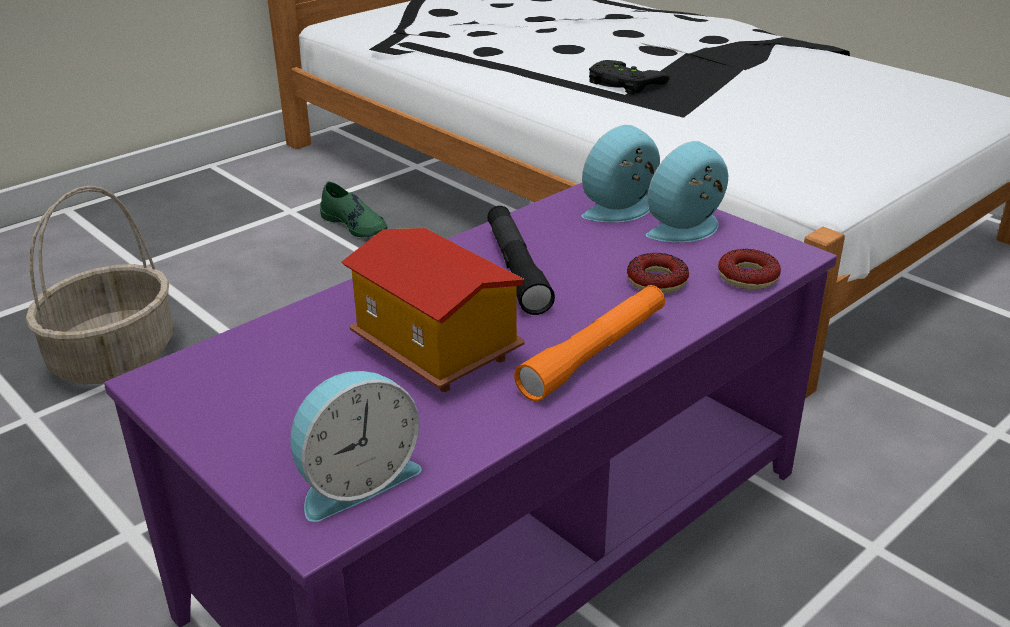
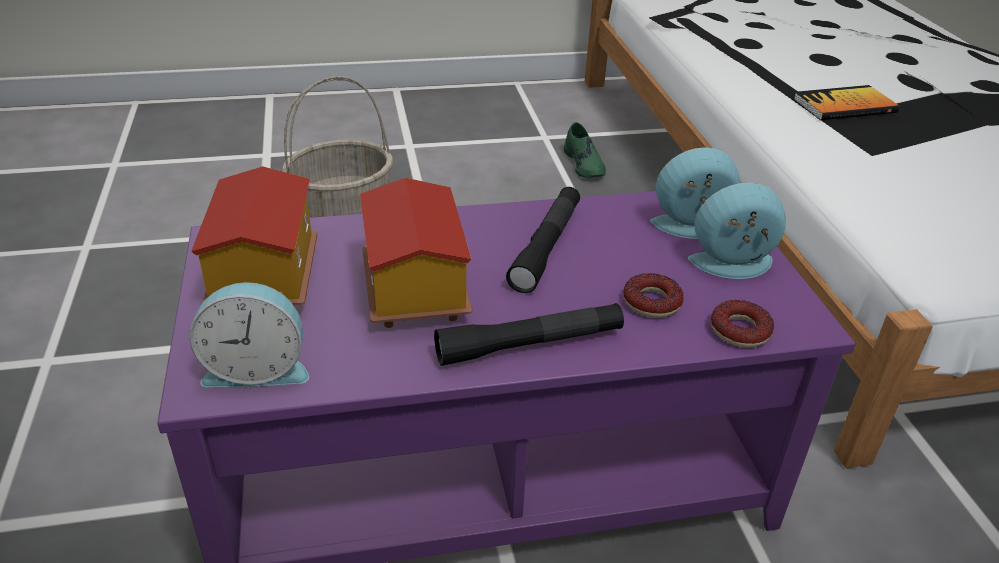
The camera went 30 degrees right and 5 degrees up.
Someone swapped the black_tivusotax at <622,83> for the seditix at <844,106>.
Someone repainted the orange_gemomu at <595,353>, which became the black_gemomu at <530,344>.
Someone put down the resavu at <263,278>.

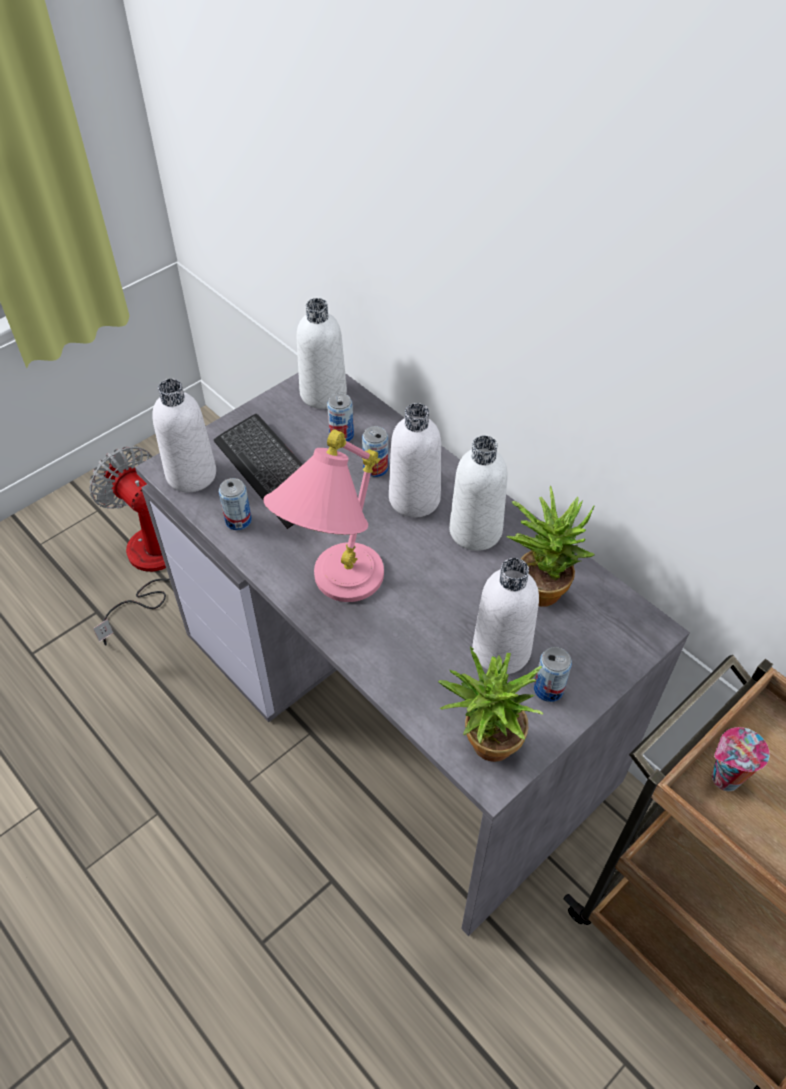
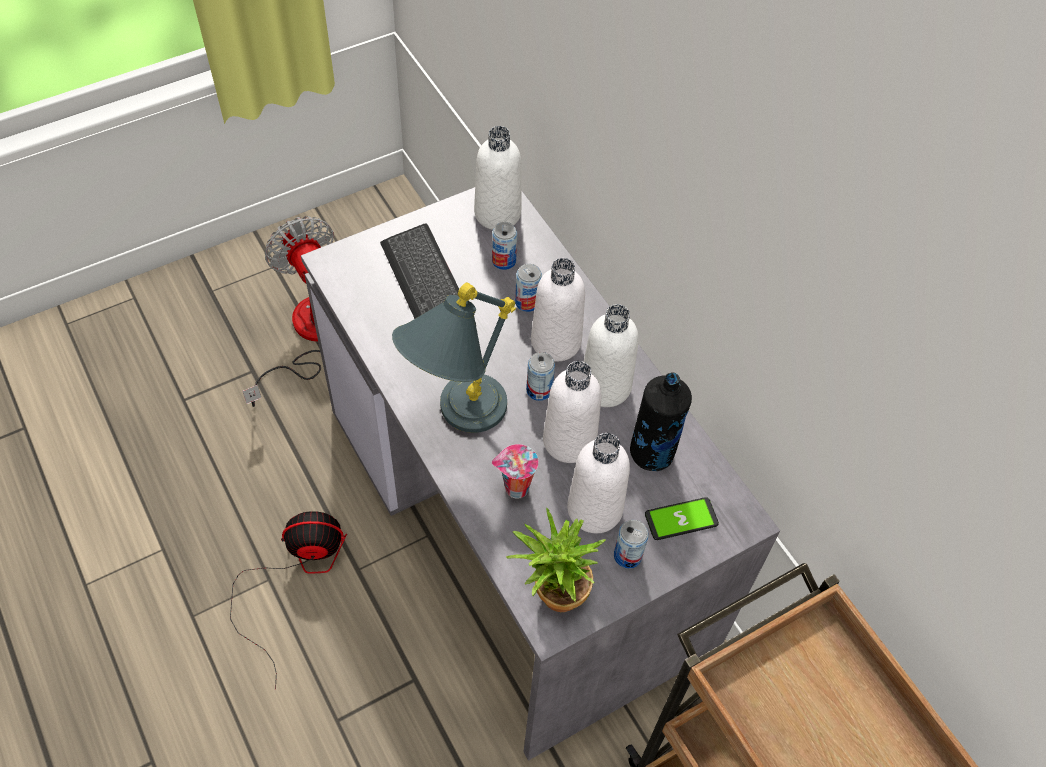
The camera went 10 degrees right and 5 degrees up.
Someone carried the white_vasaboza from <191,474> to <569,441>.
Someone repainted the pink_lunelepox at <334,592>, which became the grey_lunelepox at <455,420>.
Someone carried the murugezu from <238,520> to <539,390>.
Someone swapped the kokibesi at <541,584> for the black_vasaboza at <652,453>.
Someone carried the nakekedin from <724,779> to <515,489>.
Someone put down the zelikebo at <681,519>.
Someone put down the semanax at <295,576>.

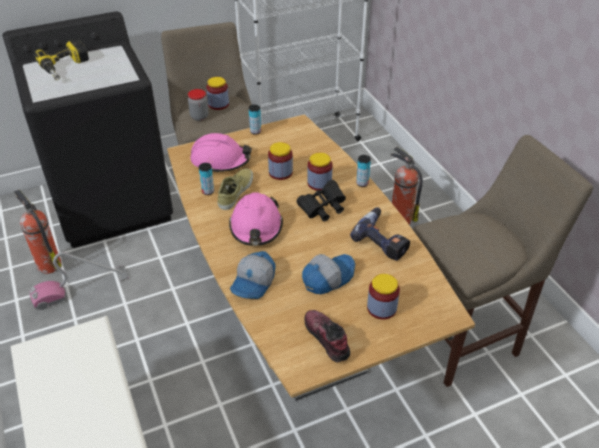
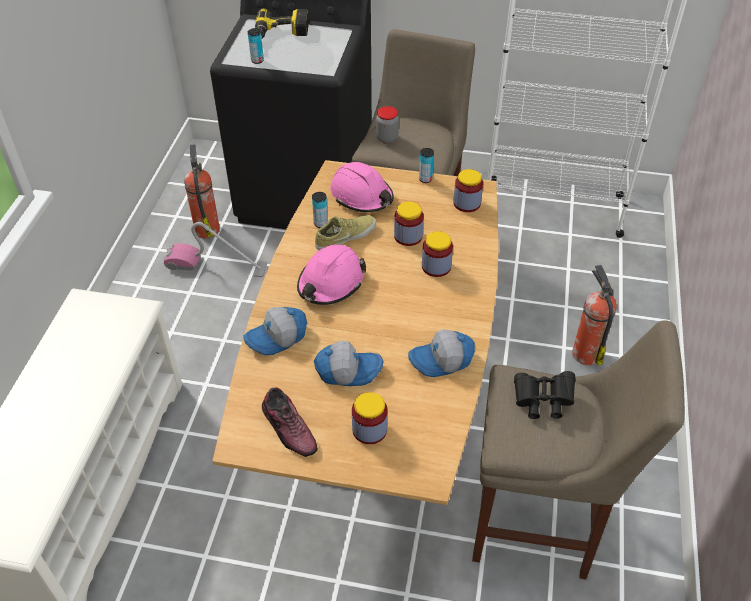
The camera went 35 degrees right and 5 degrees up.
Someone carried the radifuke from <218,104> to <467,203>.
Someone carried the murugezu from <362,183> to <257,60>.
Someone carried the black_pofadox from <323,209> to <542,401>.
Someone swapped the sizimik at <383,239> for the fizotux at <441,361>.
Someone rotated the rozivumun at <326,339> by 135 degrees clockwise.

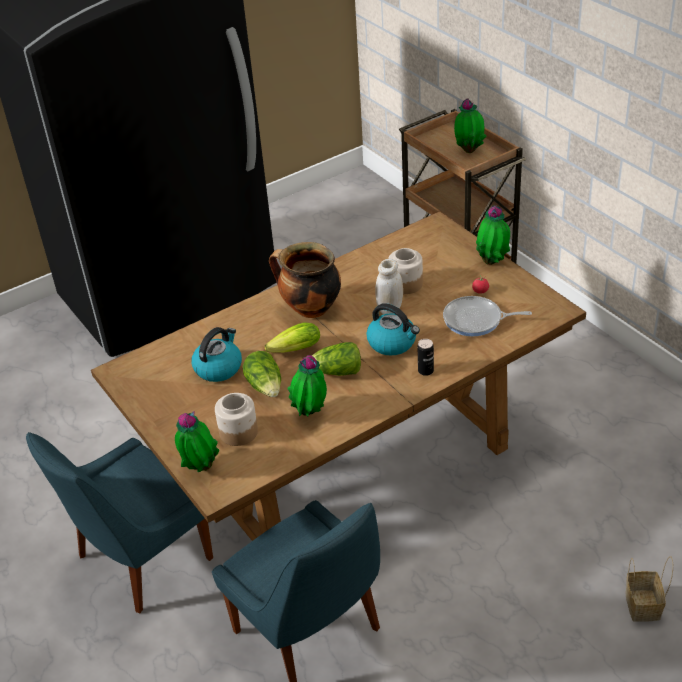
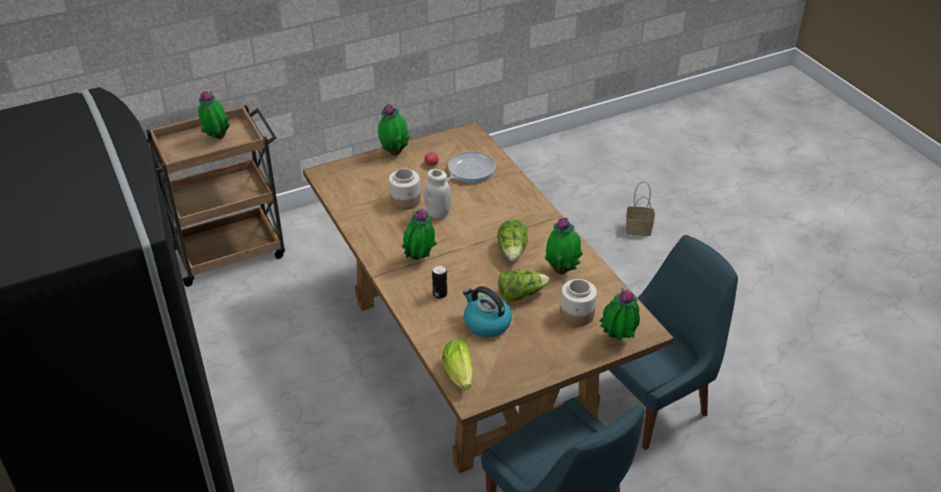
The camera went 85 degrees left and 0 degrees up.
Someone swapped the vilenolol at <310,309> for the kokibesi at <419,259>.
Someone rotated the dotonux at <476,320> by 150 degrees counterclockwise.
Someone took away the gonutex at <392,343>.
Someone carried the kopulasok from <293,350> to <459,375>.
Someone carried the murugezu from <425,371> to <440,294>.

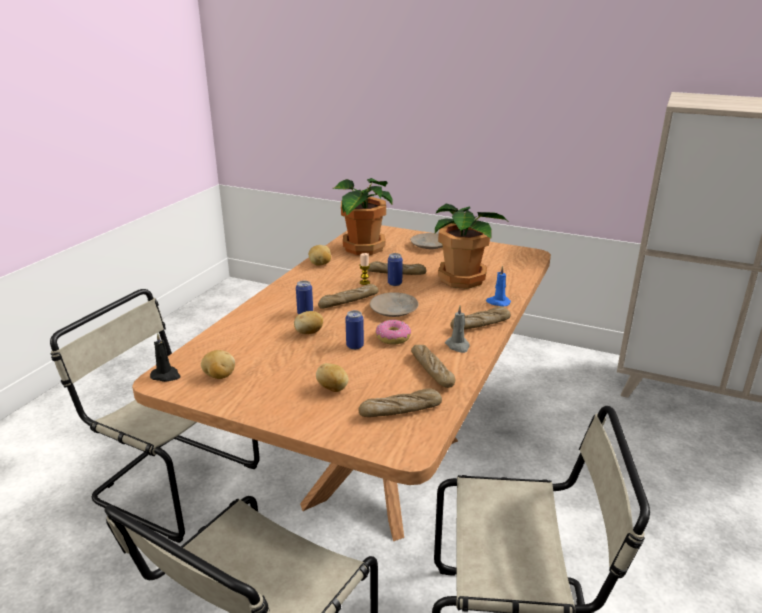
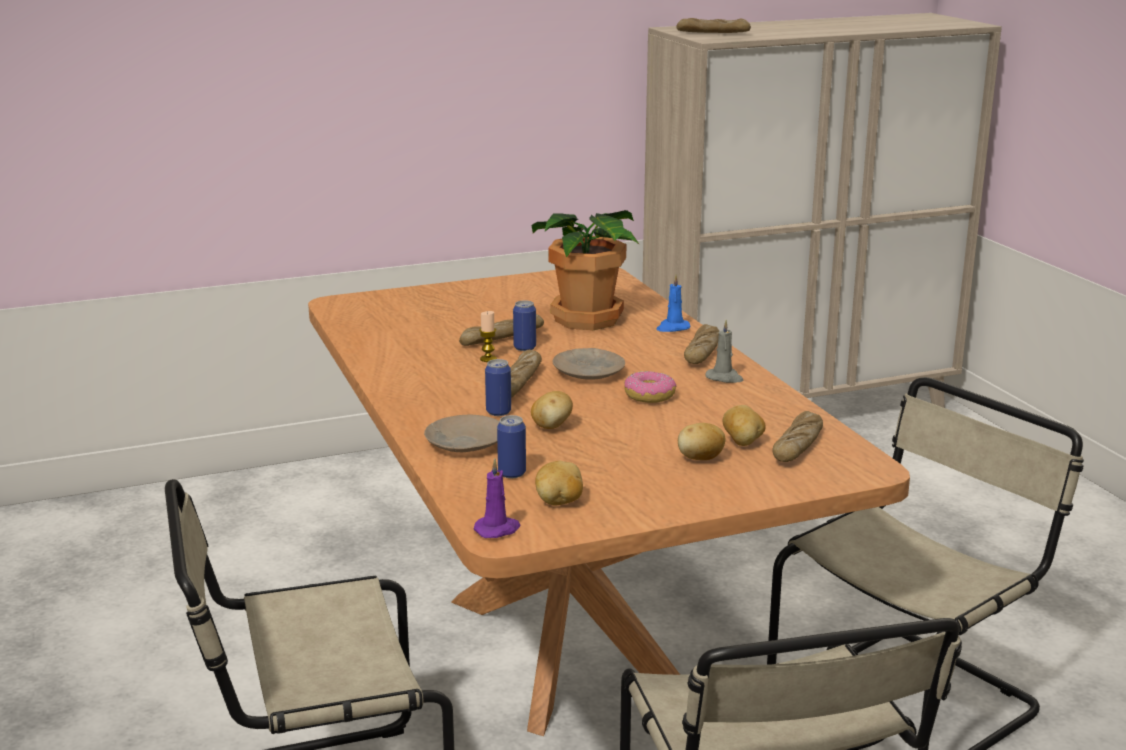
The camera went 45 degrees left and 5 degrees down.
Someone took away the kokibesi at <362,248>.
Someone carried the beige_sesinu from <429,245> to <465,443>.
Someone carried the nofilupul from <320,264> to <743,442>.
Someone carried the murugezu from <355,346> to <512,473>.
Someone repainted the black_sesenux at <166,376>, which became the purple_sesenux at <498,529>.
Someone carried the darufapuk from <432,371> to <713,33>.

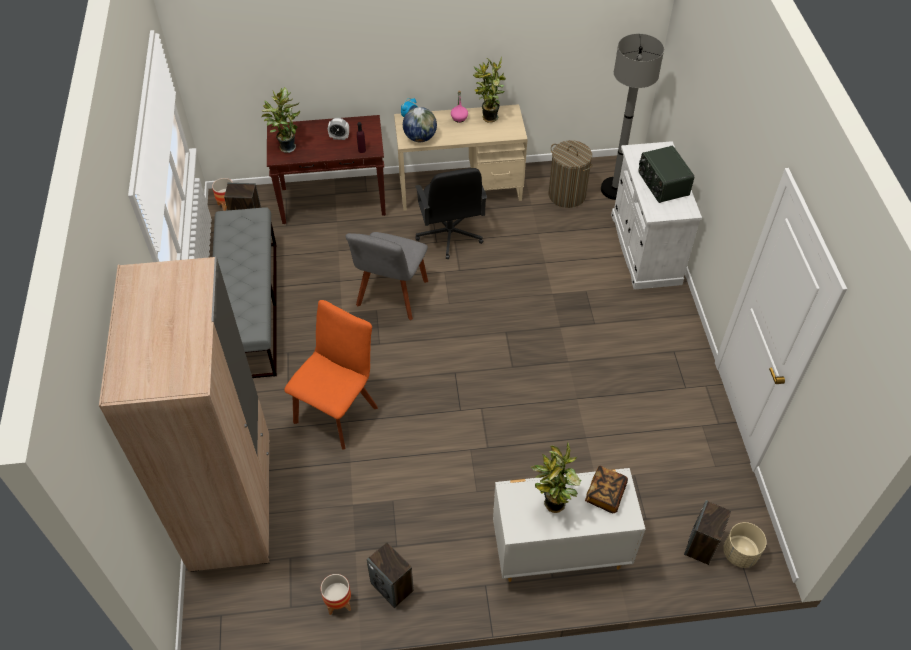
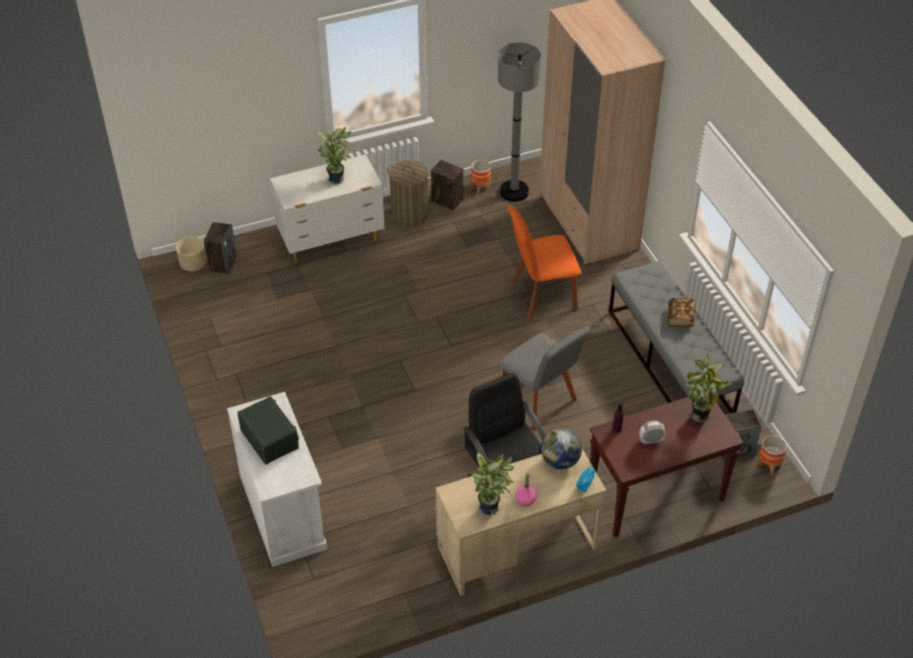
The camera went 165 degrees right and 5 degrees down.
Someone carried the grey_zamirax from <615,189> to <514,192>.
Someone carried the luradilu from <567,195> to <410,214>.
Someone rotated the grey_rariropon at <391,296> by 135 degrees clockwise.
Someone rotated the orange_rariropon at <337,411> by 60 degrees clockwise.
Someone carried the seditix from <605,494> to <680,318>.

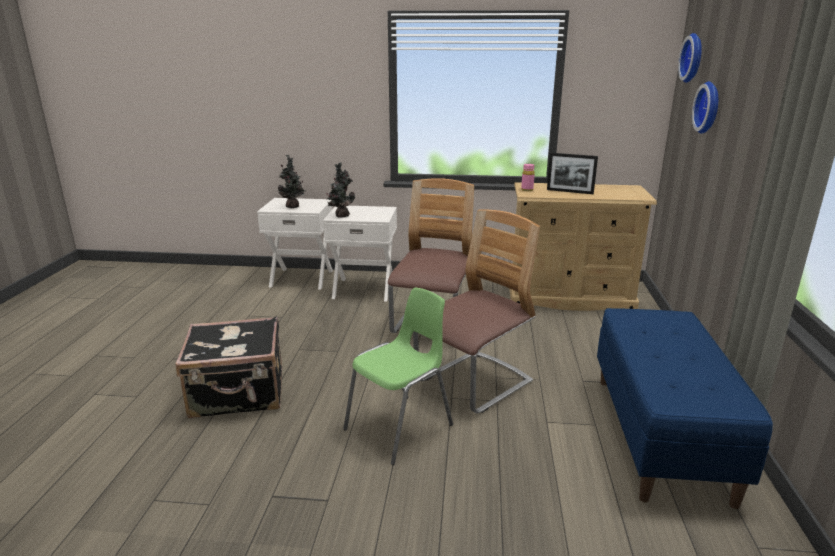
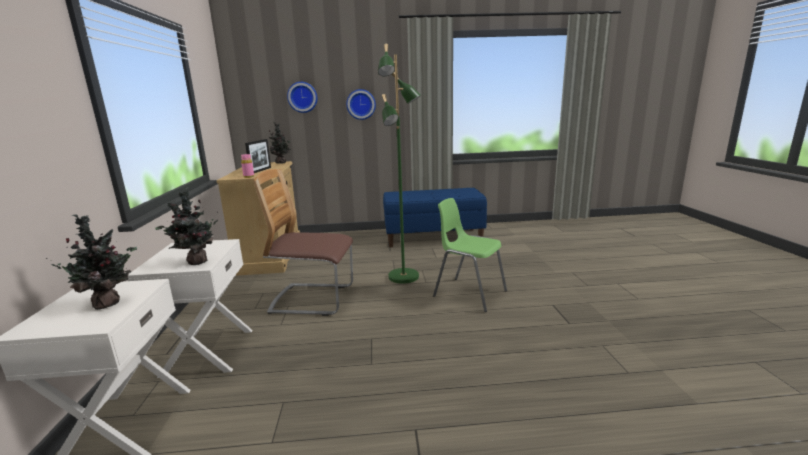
The camera went 100 degrees left and 5 degrees down.
Someone carried the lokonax from <694,58> to <361,104>.
Someone swapped the rariropon at <473,383> for the green_zamirax at <404,277>.
Someone took away the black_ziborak at <238,394>.
Someone put down the kokibesi at <282,163>.

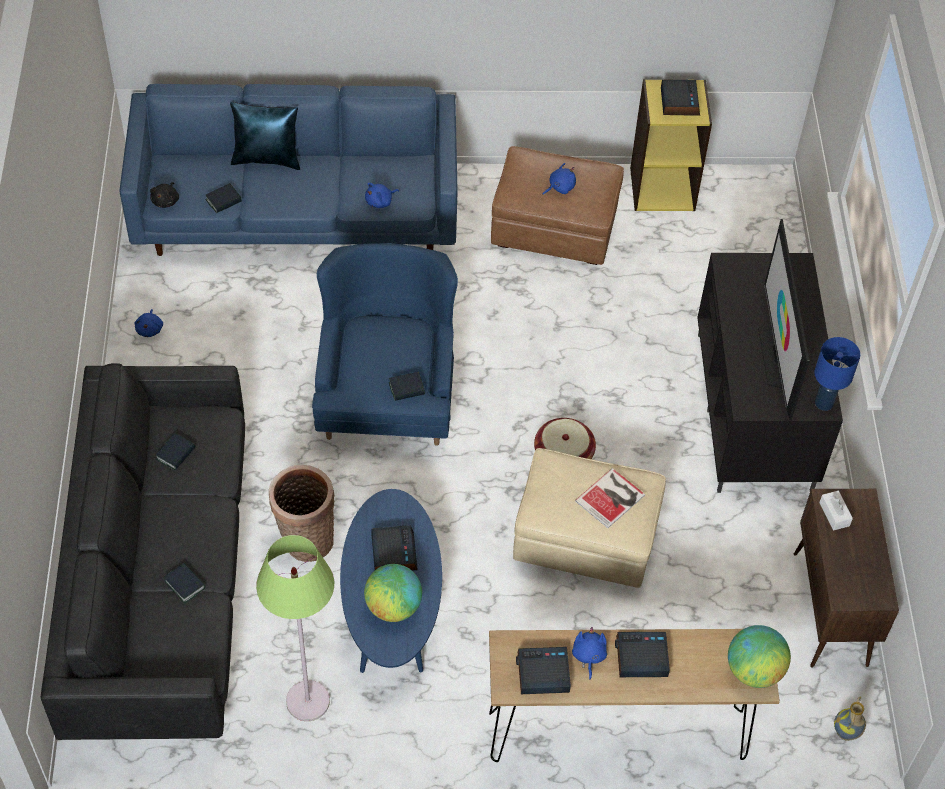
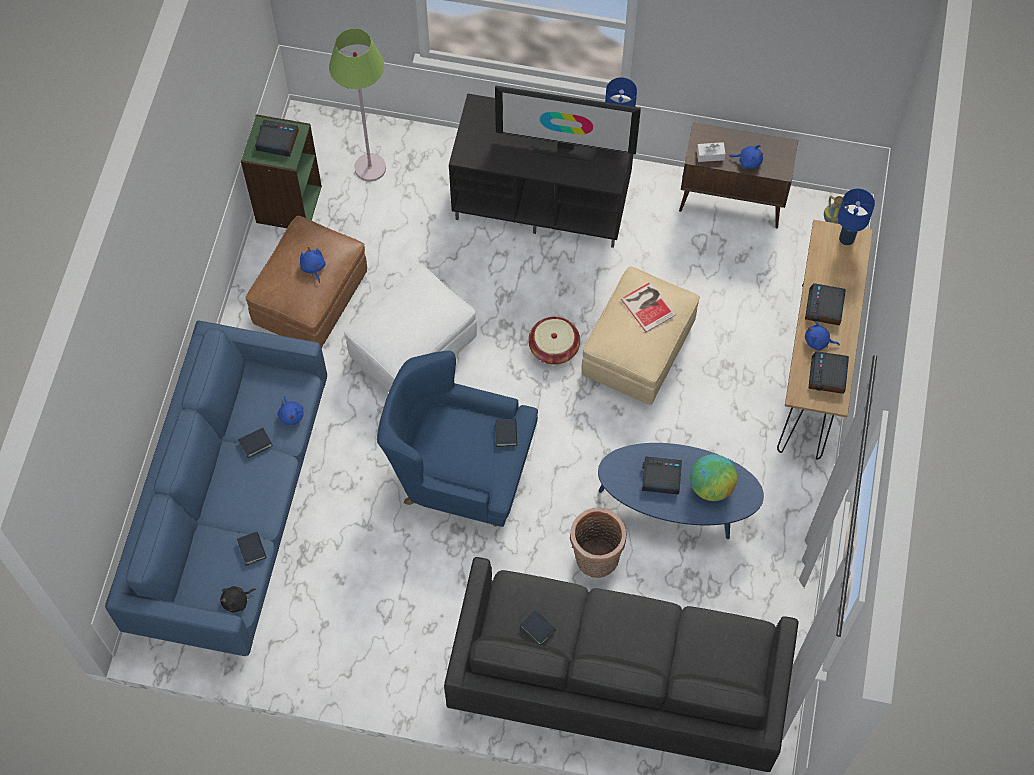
The camera went 75 degrees left and 10 degrees up.
Someone repainted the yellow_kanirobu at <662,188>, which became the green_kanirobu at <288,204>.
Someone took away the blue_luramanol at <267,159>.
Someone rotated the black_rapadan at <166,201> by 120 degrees clockwise.
Someone carried the blue_rapadan from <150,329> to <748,161>.
Someone carried the green_zamirax from <308,701> to <370,167>.
Someone carried the seditix from <185,584> to <255,443>.
Someone swapped the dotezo at <754,670> for the blue_lunelepox at <846,238>.
Someone put down the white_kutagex at <413,348>.

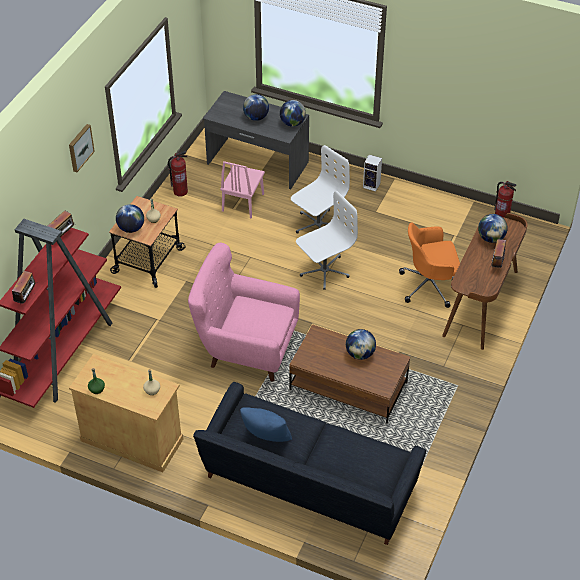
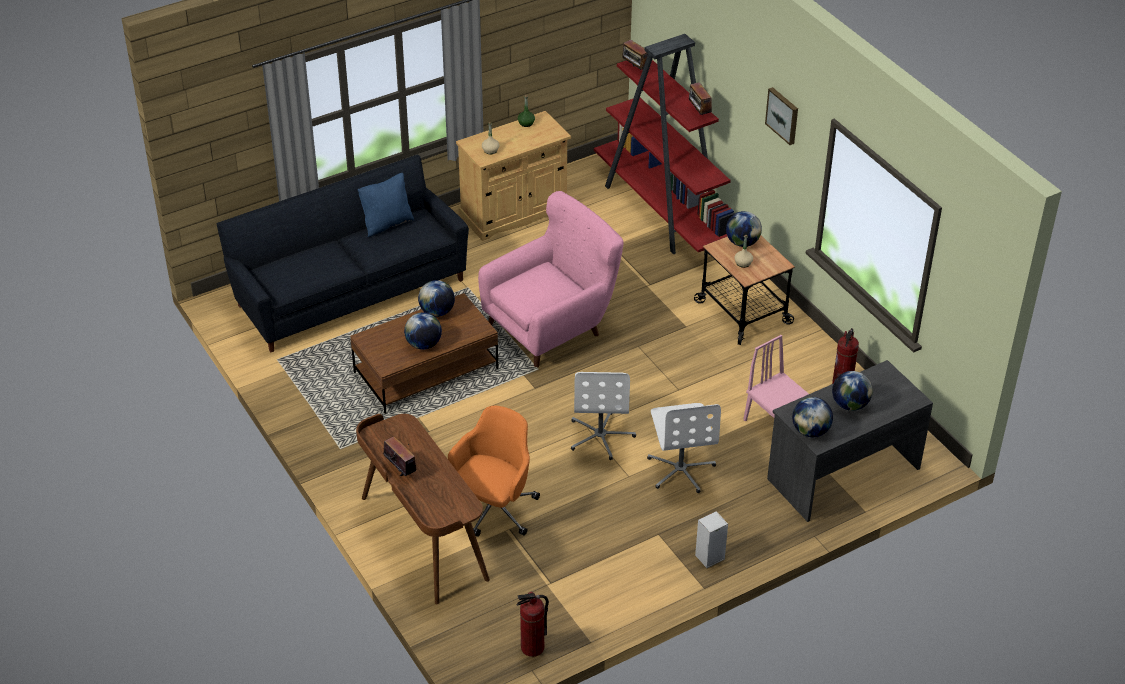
The camera went 125 degrees right and 5 degrees down.
Someone carried the dotezo from <491,238> to <437,312>.

